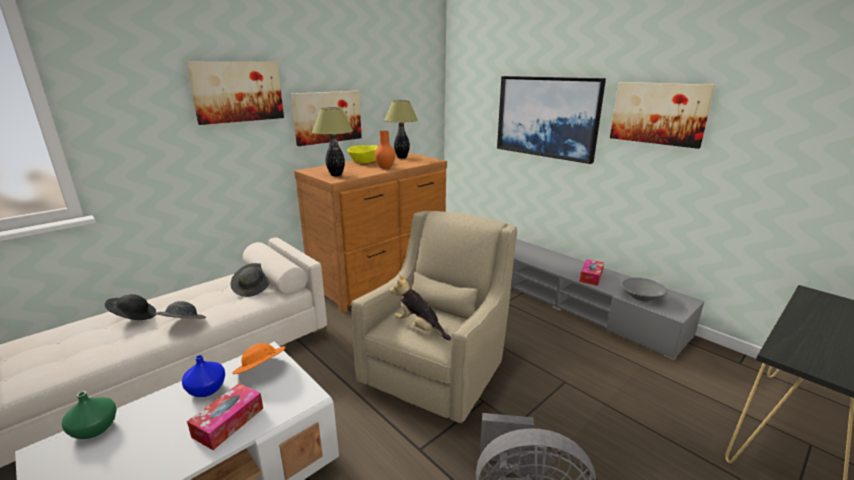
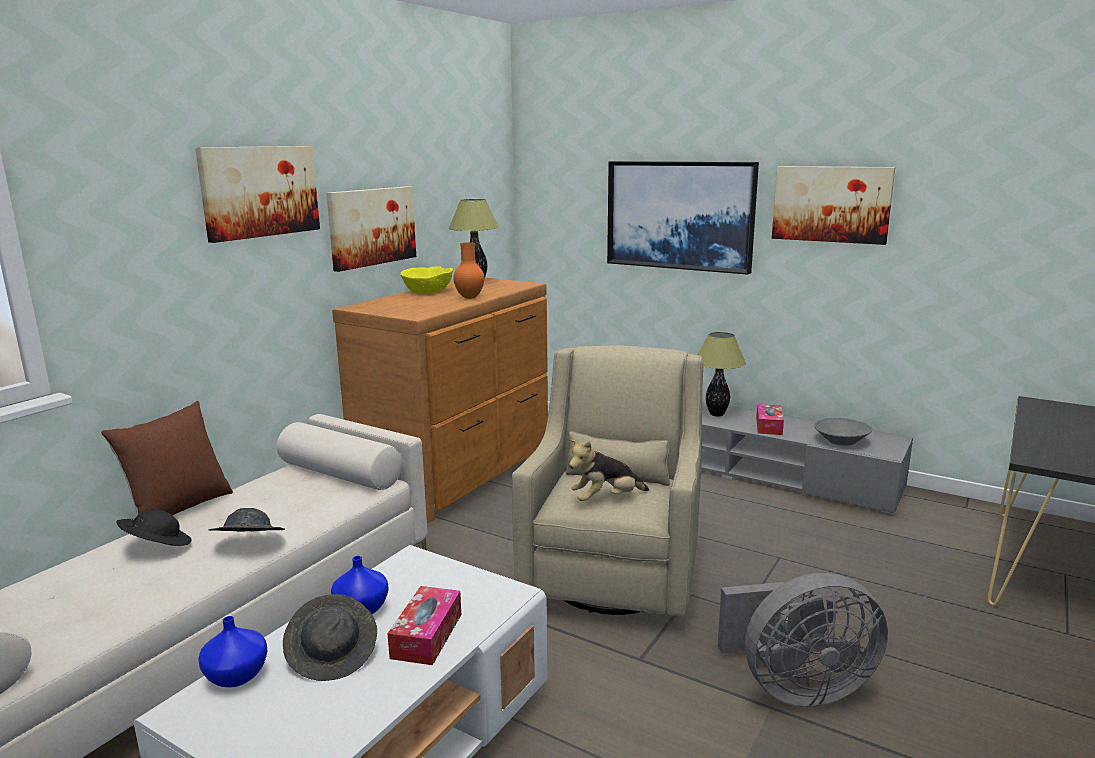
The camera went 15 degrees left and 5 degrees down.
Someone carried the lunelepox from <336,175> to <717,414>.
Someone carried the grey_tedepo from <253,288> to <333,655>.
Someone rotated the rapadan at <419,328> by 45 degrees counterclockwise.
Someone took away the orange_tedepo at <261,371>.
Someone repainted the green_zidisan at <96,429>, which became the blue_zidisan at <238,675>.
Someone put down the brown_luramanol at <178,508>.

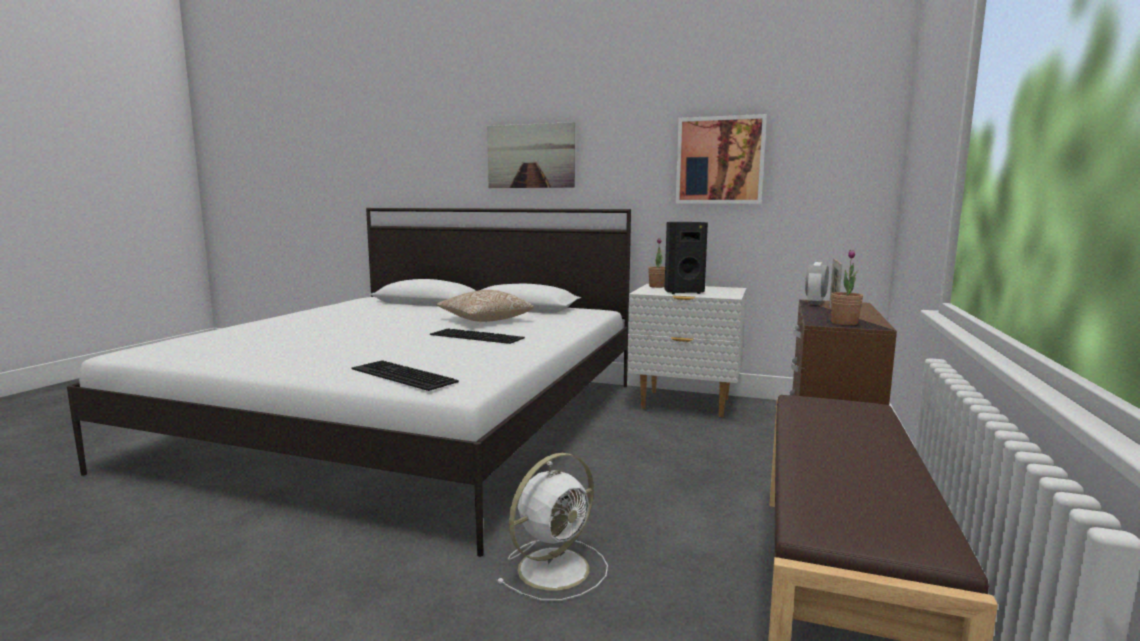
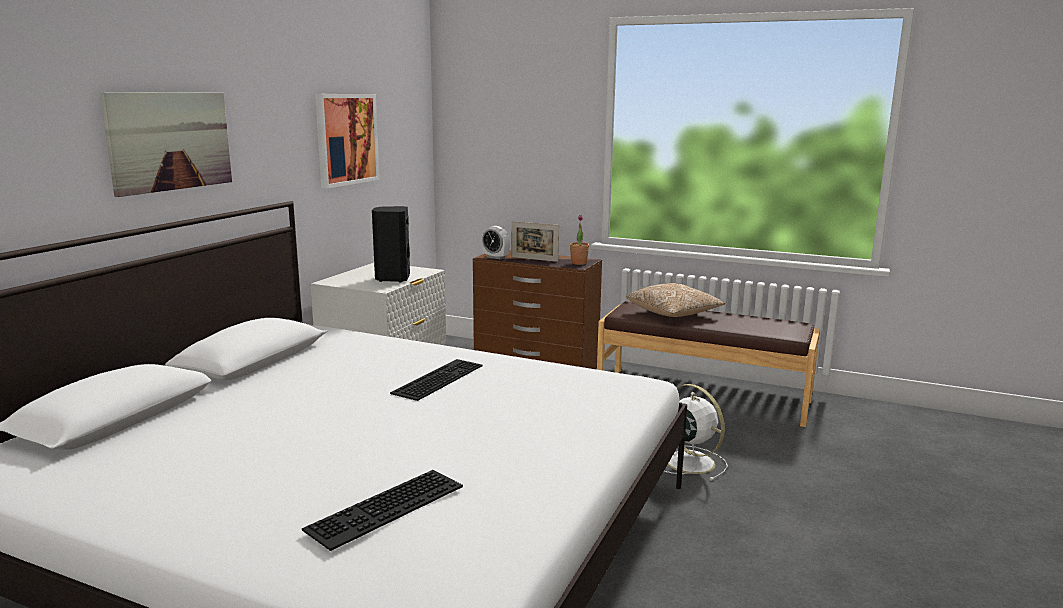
The camera went 85 degrees left and 5 degrees up.
Someone took away the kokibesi at <657,286>.
Someone carried the luramanol from <484,320> to <673,314>.
Someone carried the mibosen from <400,375> to <387,509>.

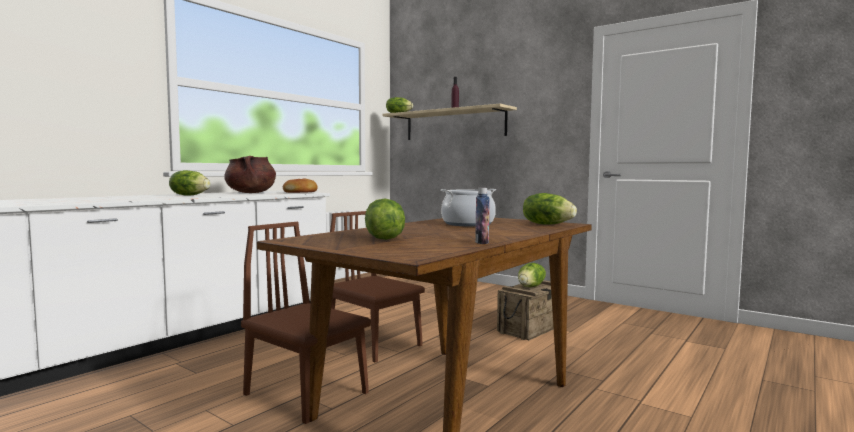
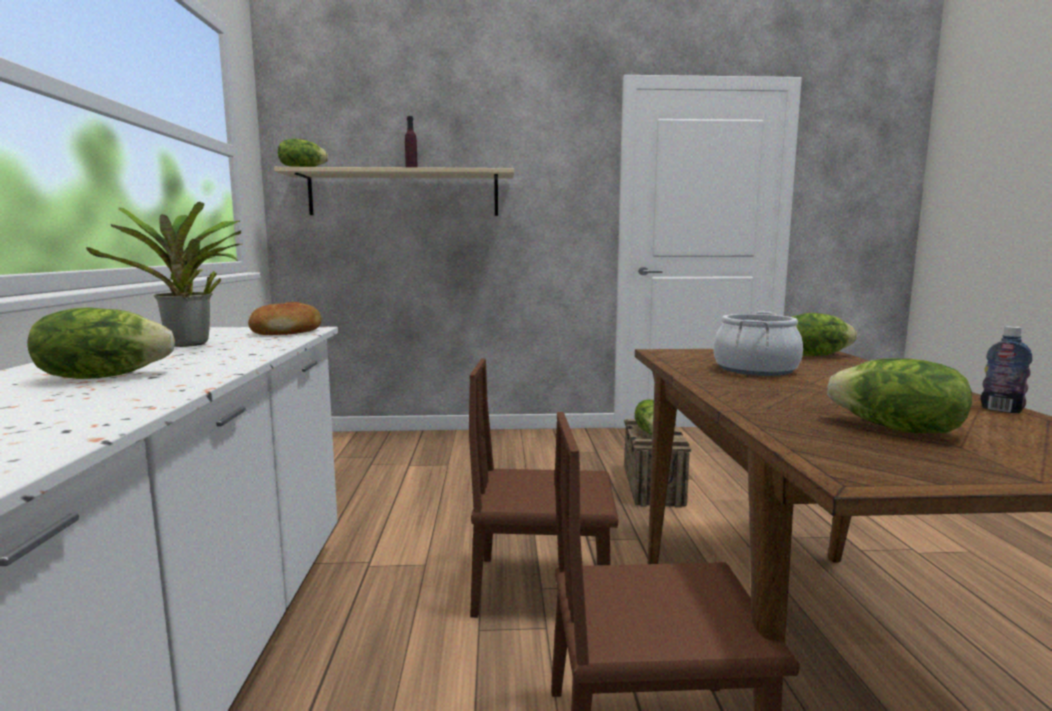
The camera went 40 degrees left and 5 degrees up.
Someone swapped the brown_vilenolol at <251,193> for the kokibesi at <189,345>.

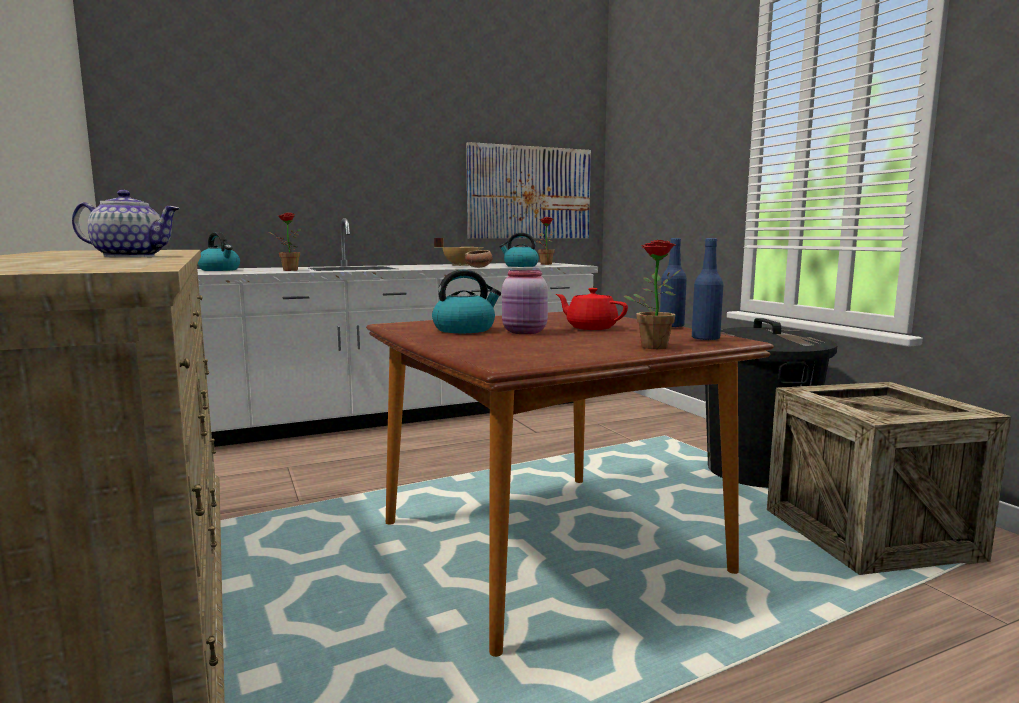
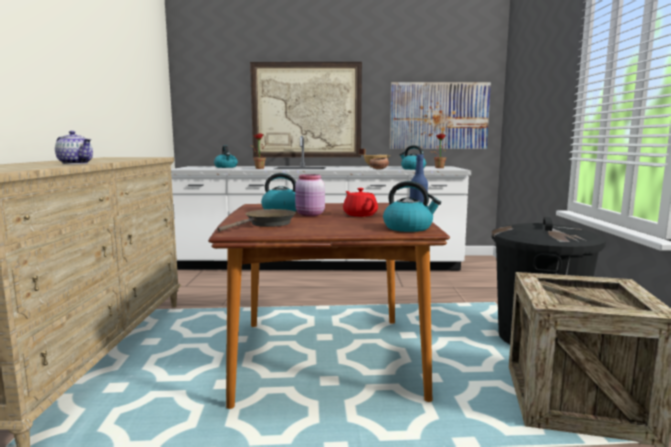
The camera went 25 degrees right and 0 degrees up.
Someone swapped the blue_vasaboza at <705,339> for the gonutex at <408,228>.
Someone took away the kokibesi at <652,346>.
Someone put up the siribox at <306,110>.
Someone put down the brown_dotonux at <267,224>.

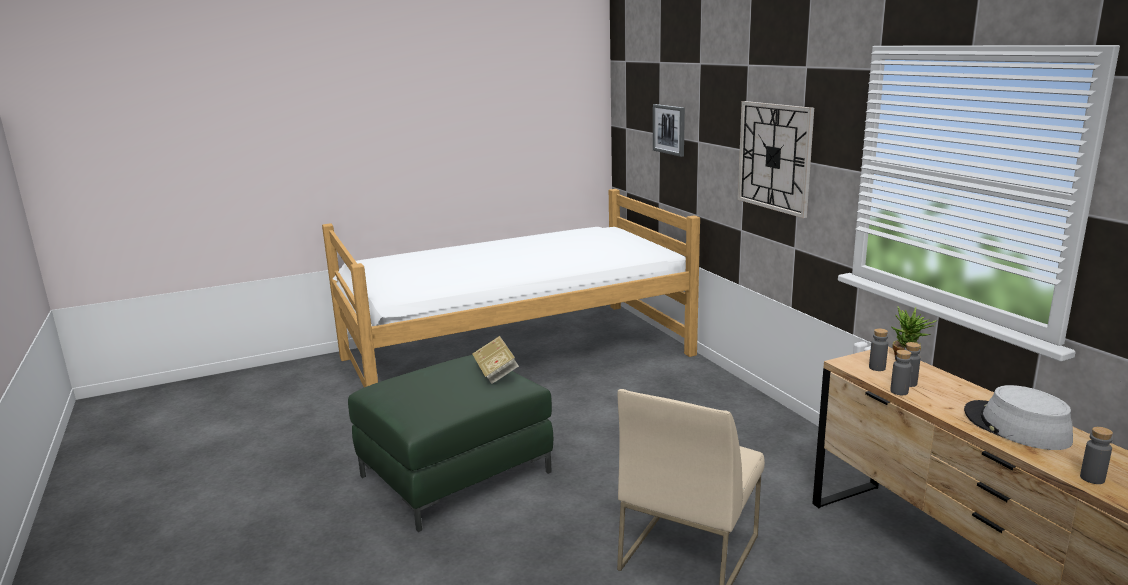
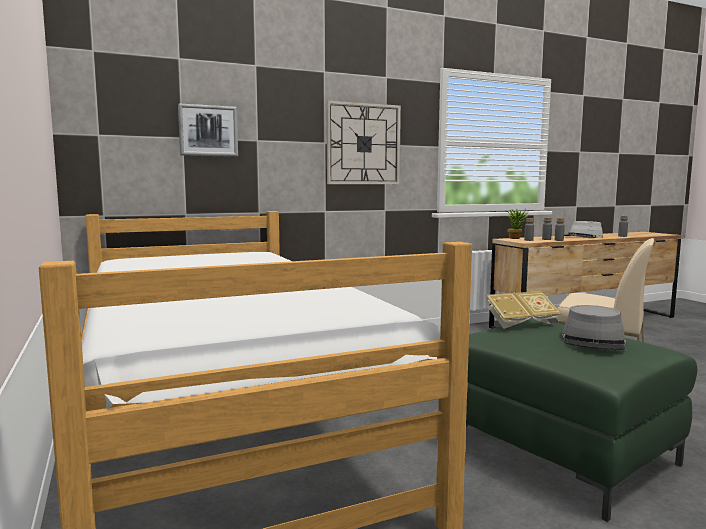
The camera went 90 degrees left and 10 degrees down.
Someone put down the grey_tedepo at <593,341>.

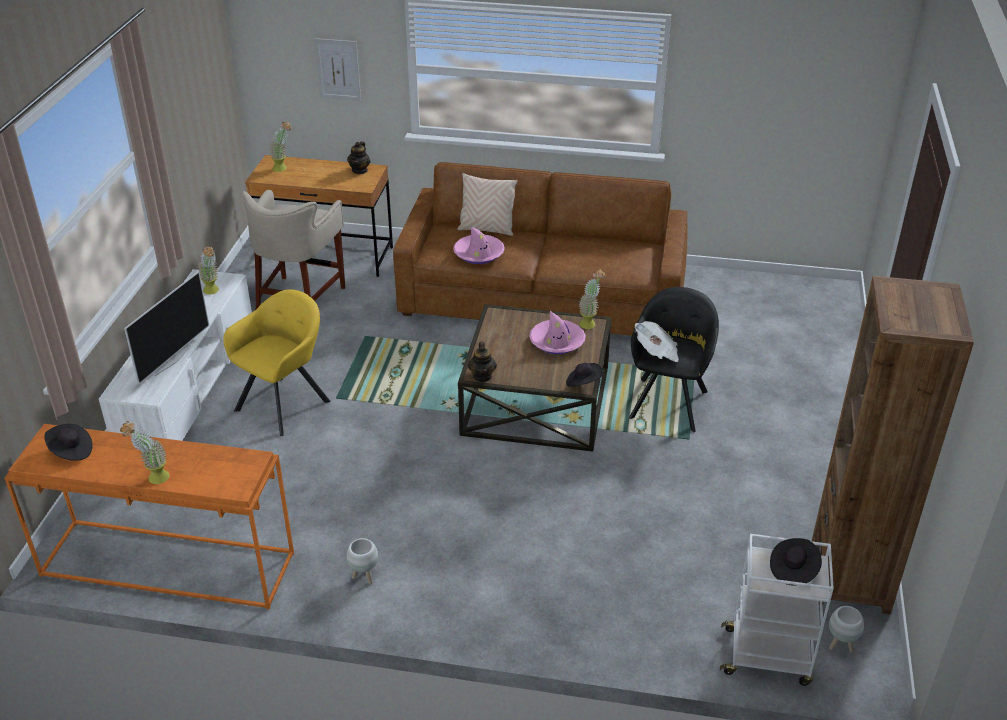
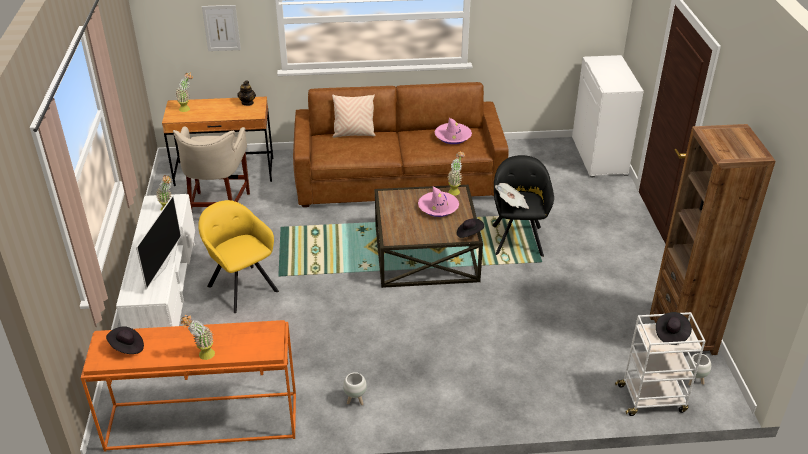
The camera went 15 degrees left and 0 degrees up.
Someone carried the pink_tedepo from <479,254> to <453,137>.
Someone rotated the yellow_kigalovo at <286,403> by 60 degrees counterclockwise.
Someone took away the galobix at <482,376>.
Someone put down the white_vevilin at <600,156>.

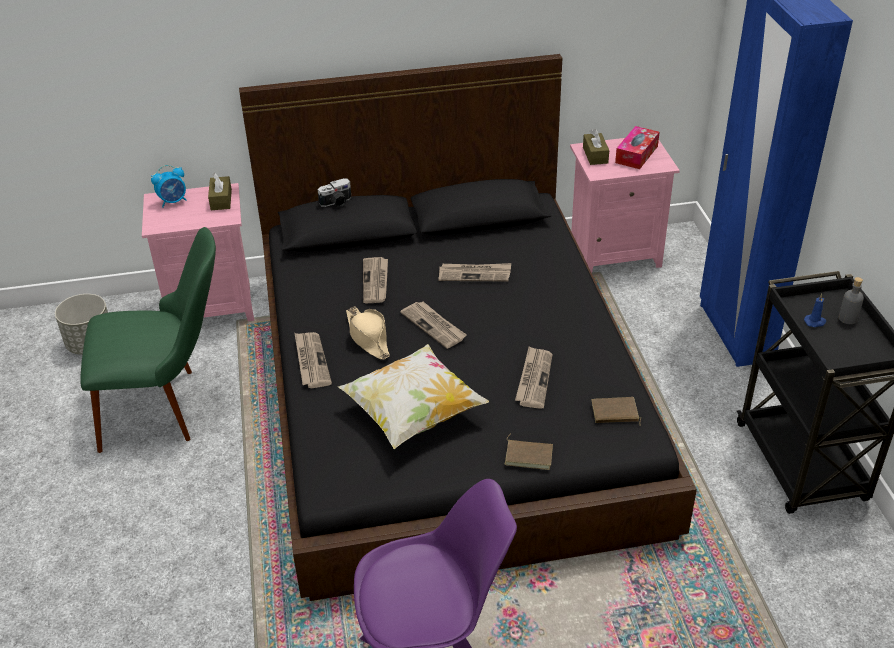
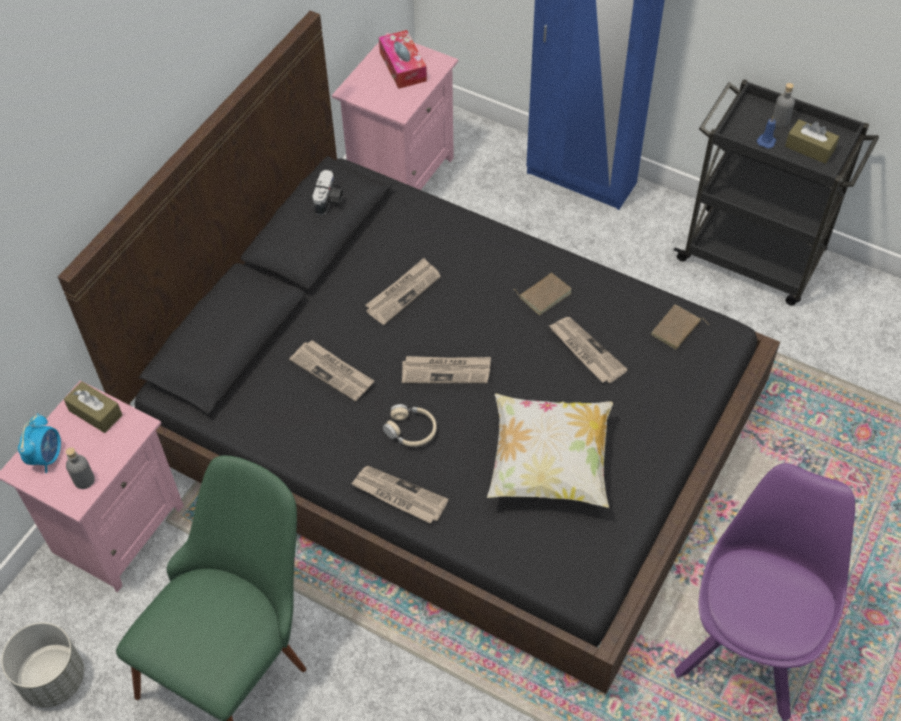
The camera went 50 degrees left and 15 degrees up.
Someone carried the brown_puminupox from <595,155> to <809,148>.
Someone carried the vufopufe from <337,203> to <329,201>.
Someone swapped the beige_tedepo at <368,337> for the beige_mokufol at <411,430>.
Someone carried the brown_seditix from <529,455> to <544,294>.
Someone put down the grey_vasaboza at <84,480>.

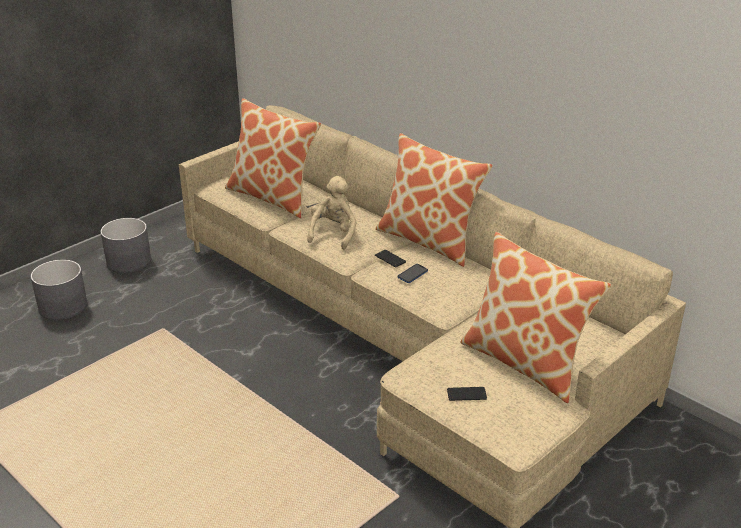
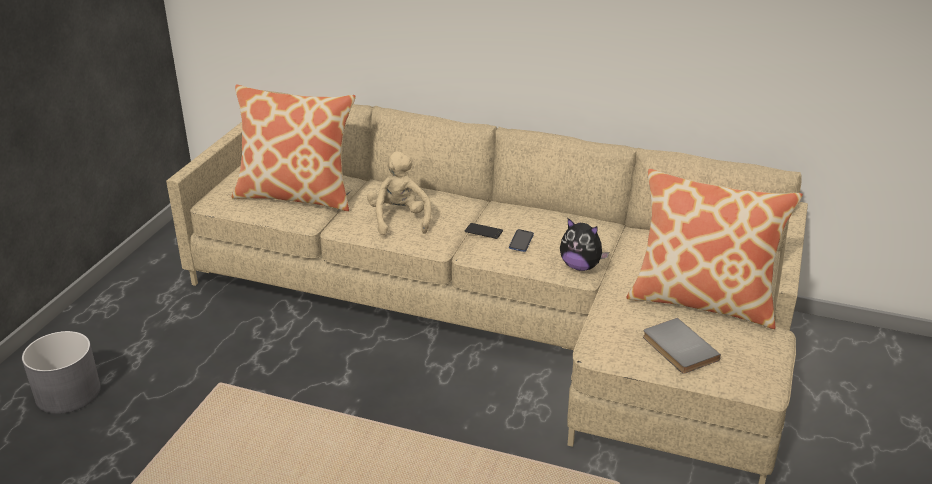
The camera went 25 degrees left and 0 degrees up.
Someone took away the luramanol at <429,240>.
Someone took away the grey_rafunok at <129,261>.
Someone swapped the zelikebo at <466,394> for the grey_seditix at <677,349>.
Someone put down the rapadan at <580,266>.

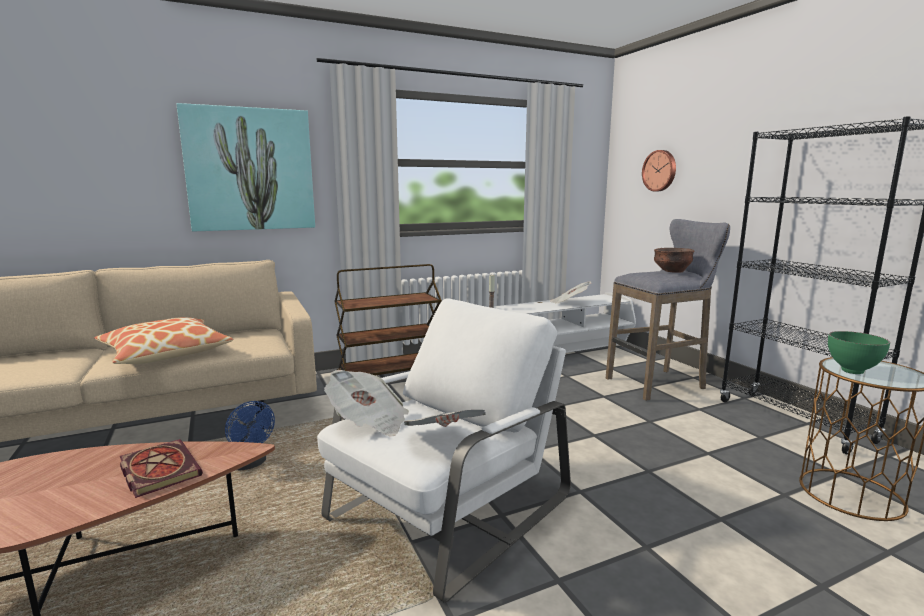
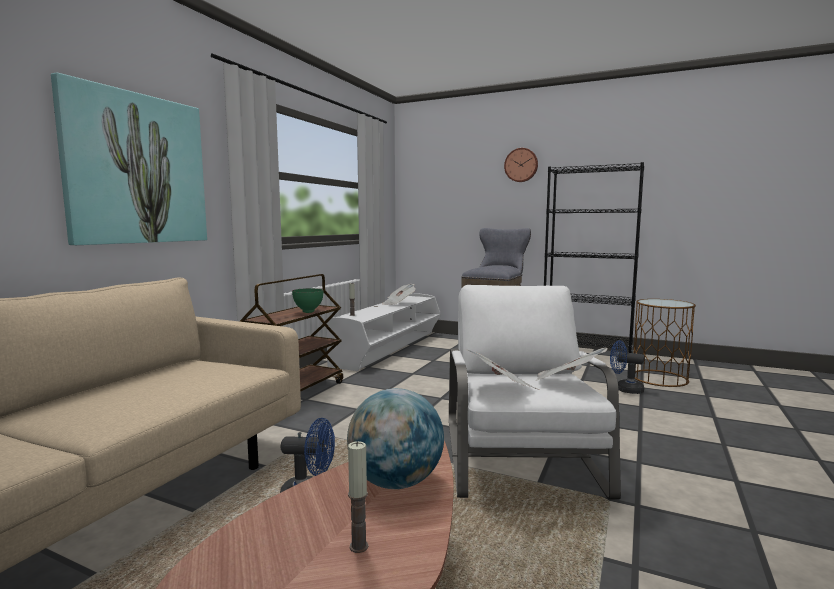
The camera went 40 degrees left and 5 degrees down.
Someone carried the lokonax from <660,170> to <521,165>.
Someone took away the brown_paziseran at <672,271>.
Someone took away the luramanol at <166,353>.
Someone carried the green_paziseran from <852,372> to <308,312>.
Someone swapped the seditix at <158,470> for the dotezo at <395,482>.
Someone put down the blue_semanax at <624,389>.
Someone put down the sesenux at <358,546>.

